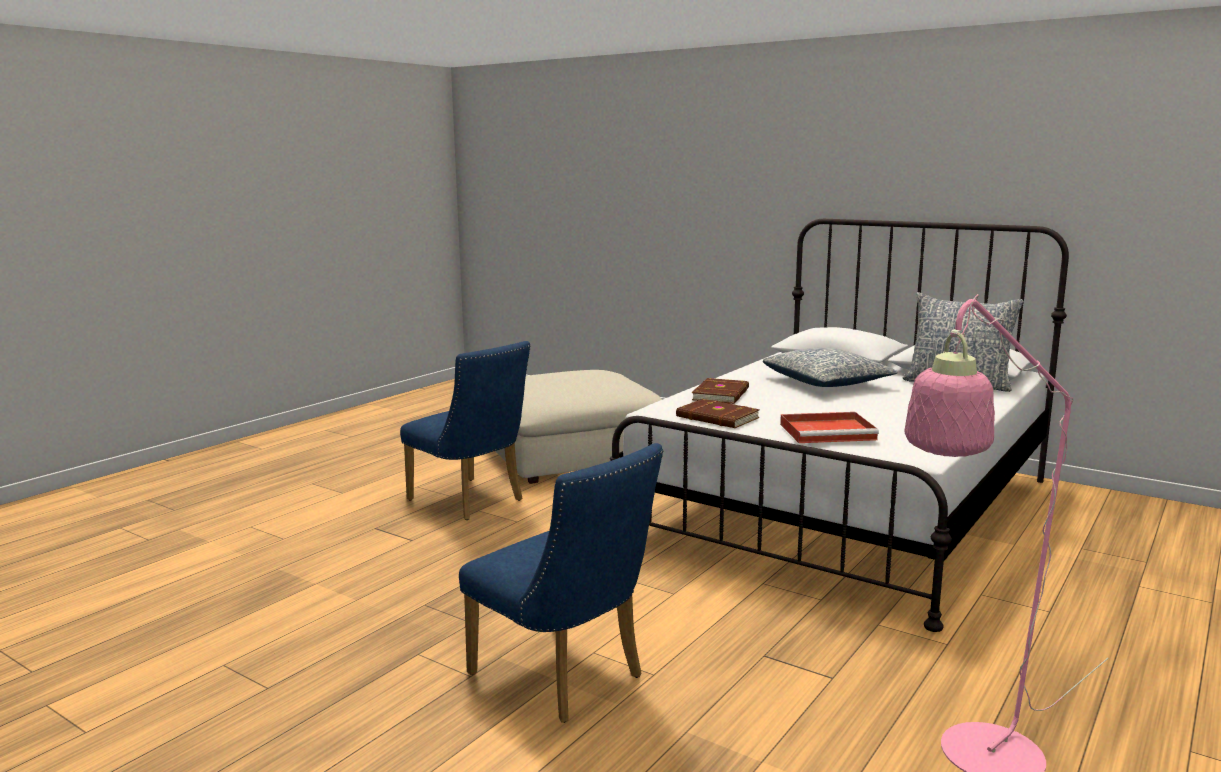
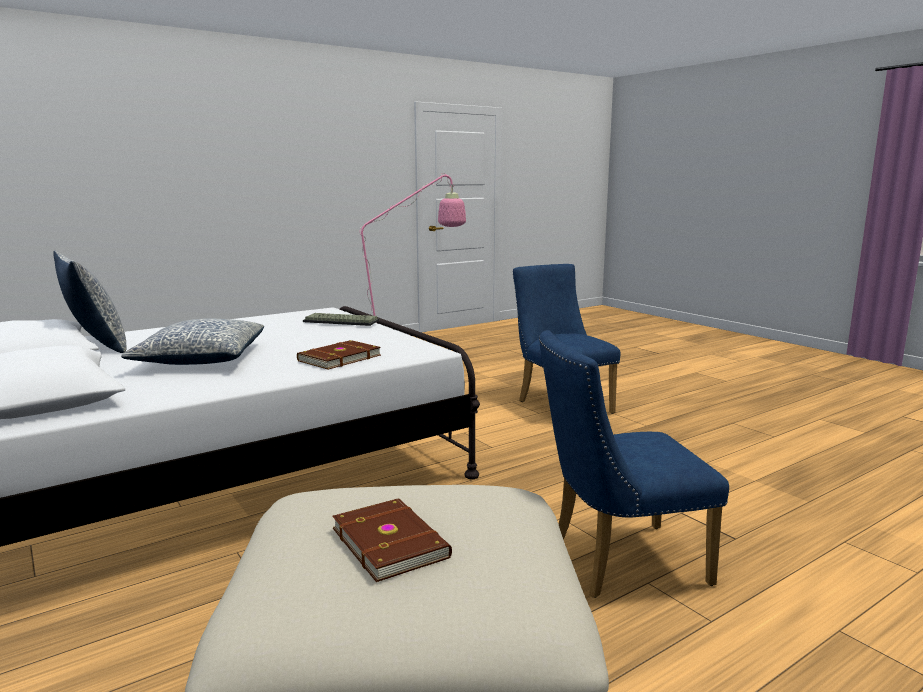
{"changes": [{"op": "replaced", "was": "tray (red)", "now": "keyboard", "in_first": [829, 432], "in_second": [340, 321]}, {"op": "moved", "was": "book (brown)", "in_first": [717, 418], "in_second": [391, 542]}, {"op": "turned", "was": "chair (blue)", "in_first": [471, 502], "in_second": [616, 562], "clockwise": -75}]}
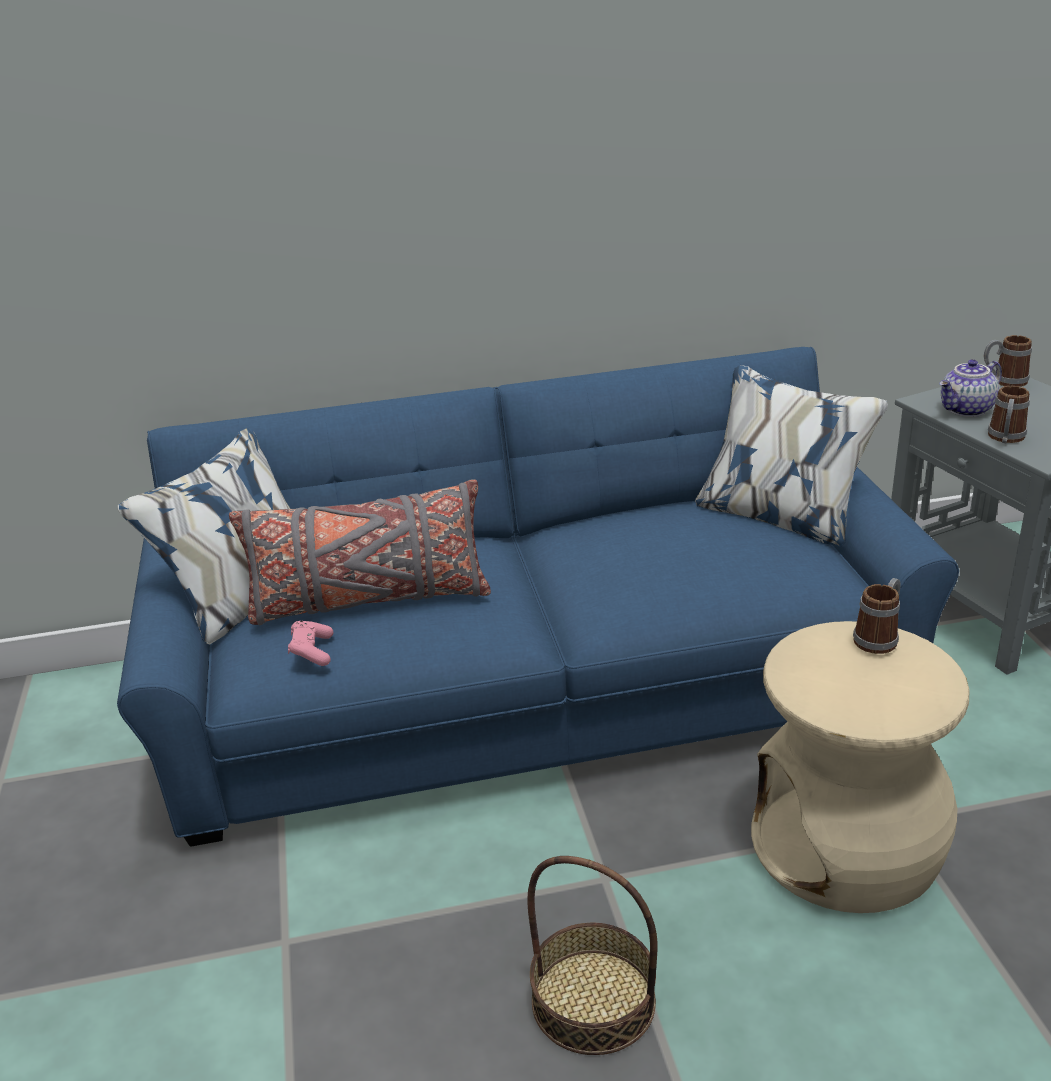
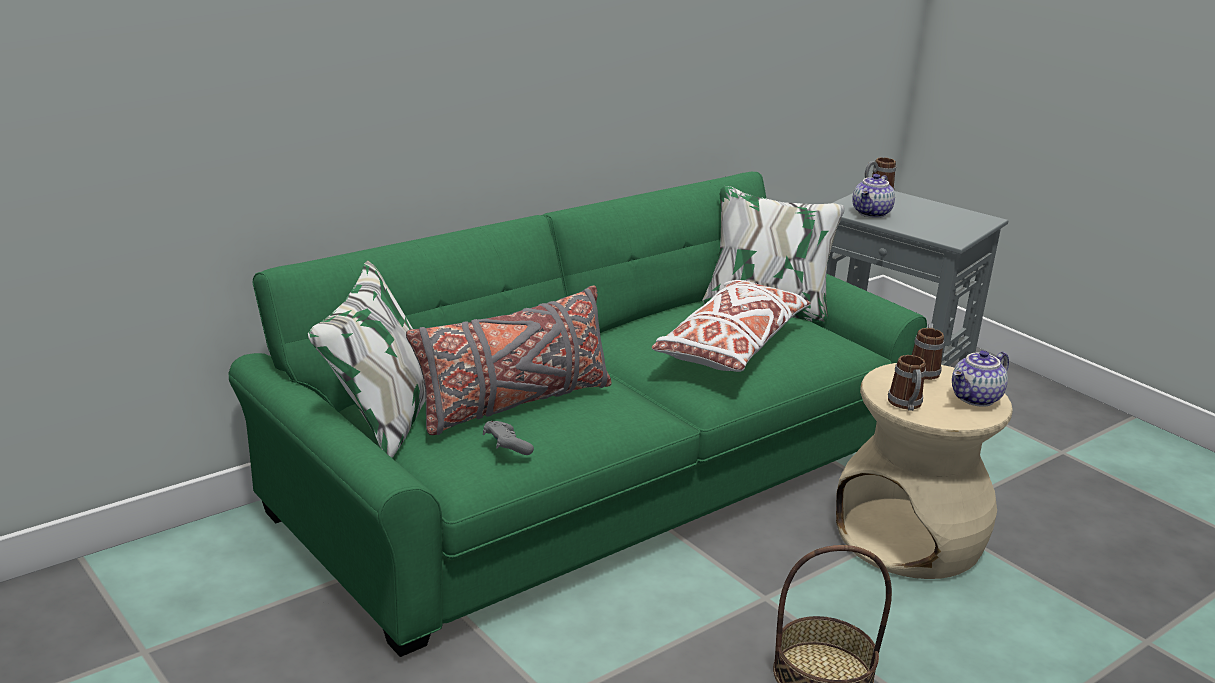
{"changes": [{"op": "recoloured", "was": "sofa (blue)", "now": "sofa (green)", "in_first": [535, 688], "in_second": [598, 479]}, {"op": "recoloured", "was": "game controller (pink)", "now": "game controller (grey)", "in_first": [312, 652], "in_second": [506, 447]}, {"op": "added", "now": "pillow (white)", "in_second": [731, 346]}, {"op": "moved", "was": "mug", "in_first": [1005, 439], "in_second": [906, 405]}, {"op": "added", "now": "teapot", "in_second": [976, 399]}]}
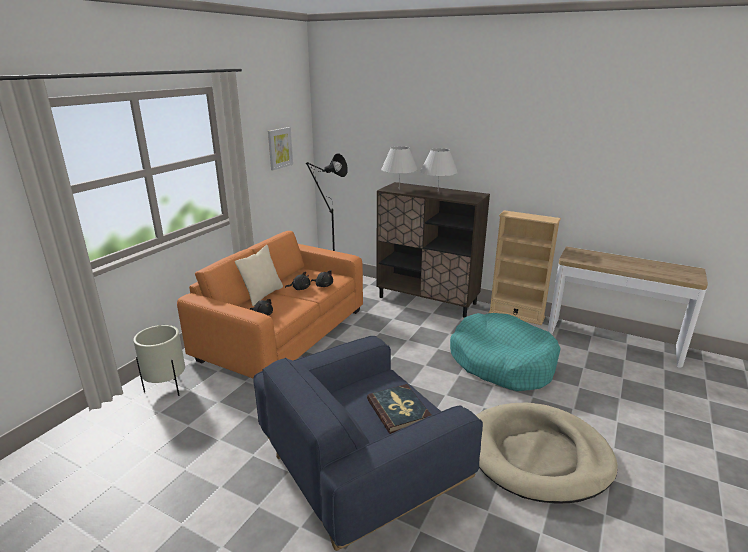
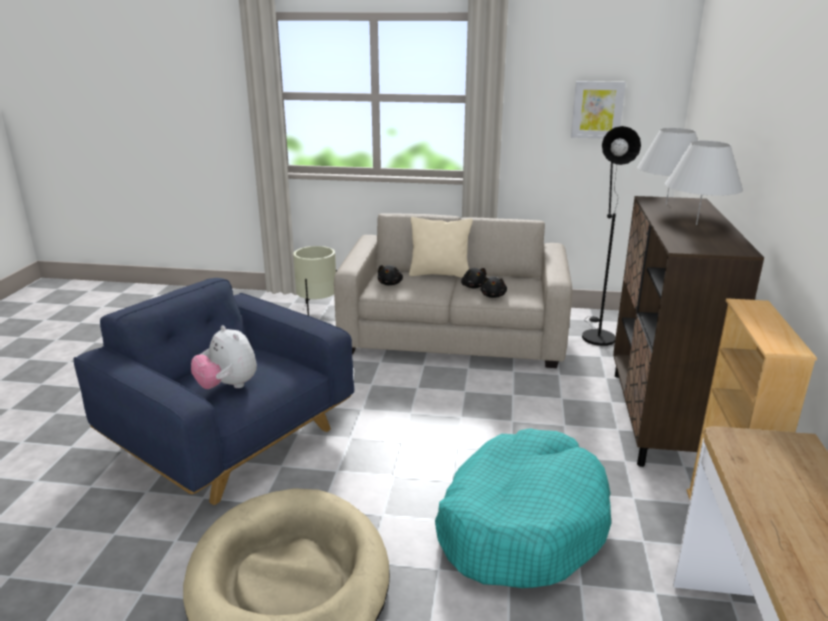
{"changes": [{"op": "replaced", "was": "book", "now": "plush toy", "in_first": [399, 410], "in_second": [227, 386]}, {"op": "recoloured", "was": "sofa (orange)", "now": "sofa (beige)", "in_first": [282, 332], "in_second": [453, 333]}]}
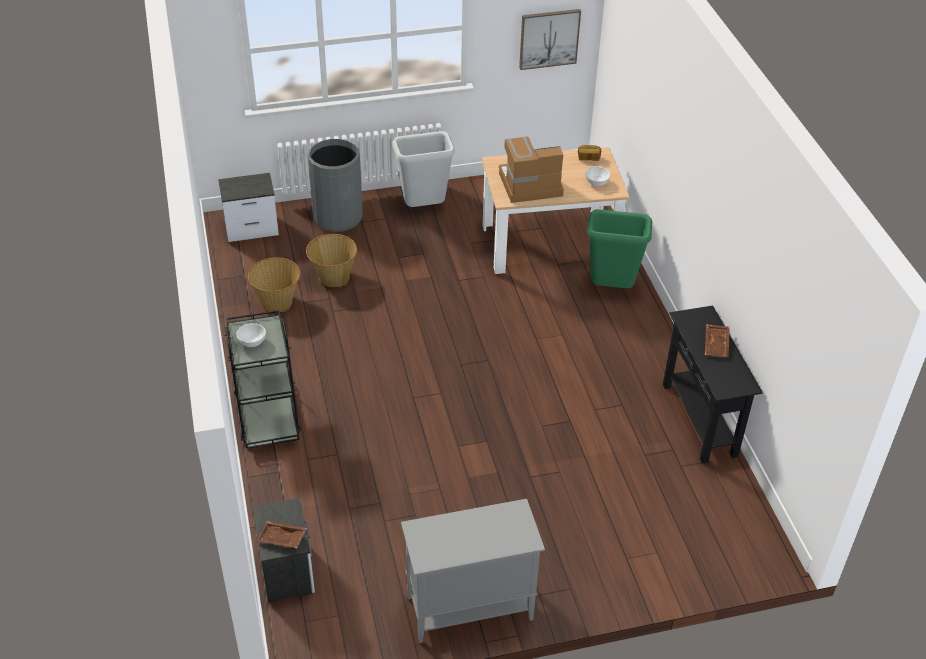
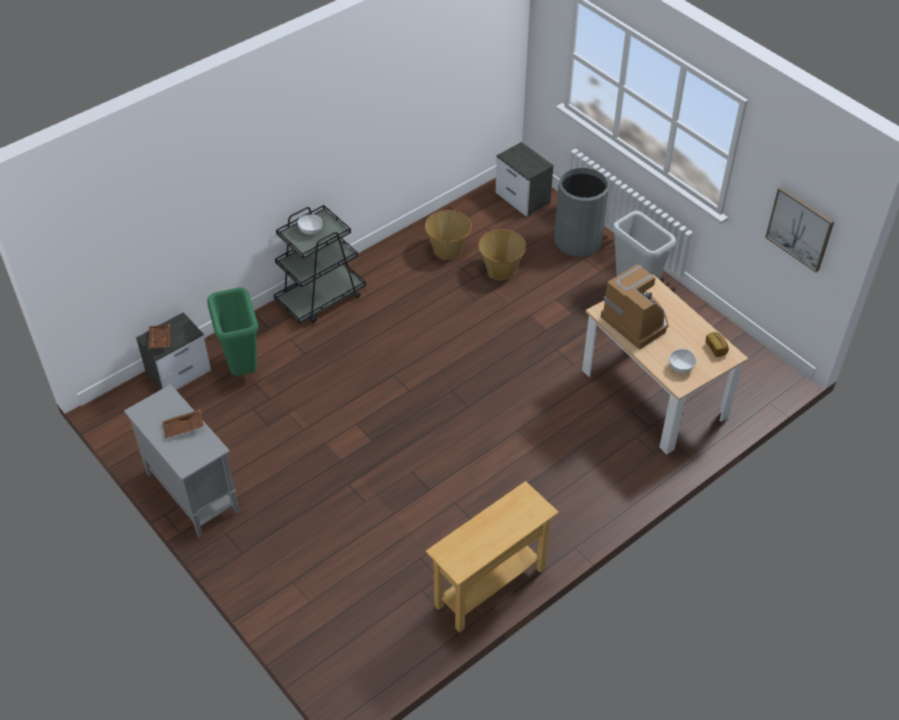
{"changes": [{"op": "moved", "was": "tray (brown)", "in_first": [717, 345], "in_second": [184, 428]}, {"op": "moved", "was": "trash can (green)", "in_first": [611, 289], "in_second": [242, 368]}, {"op": "recoloured", "was": "console table (black)", "now": "console table (beige)", "in_first": [699, 419], "in_second": [490, 587]}]}
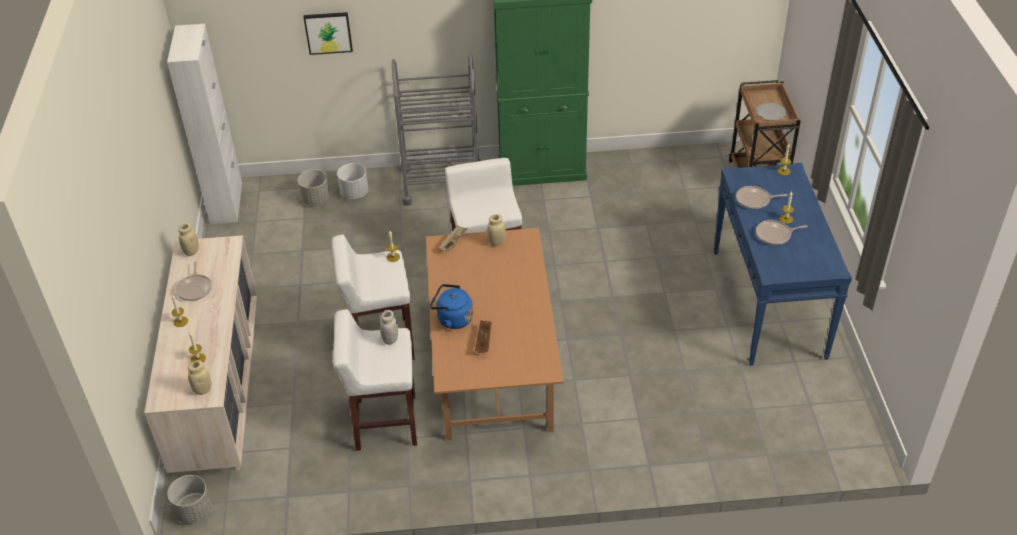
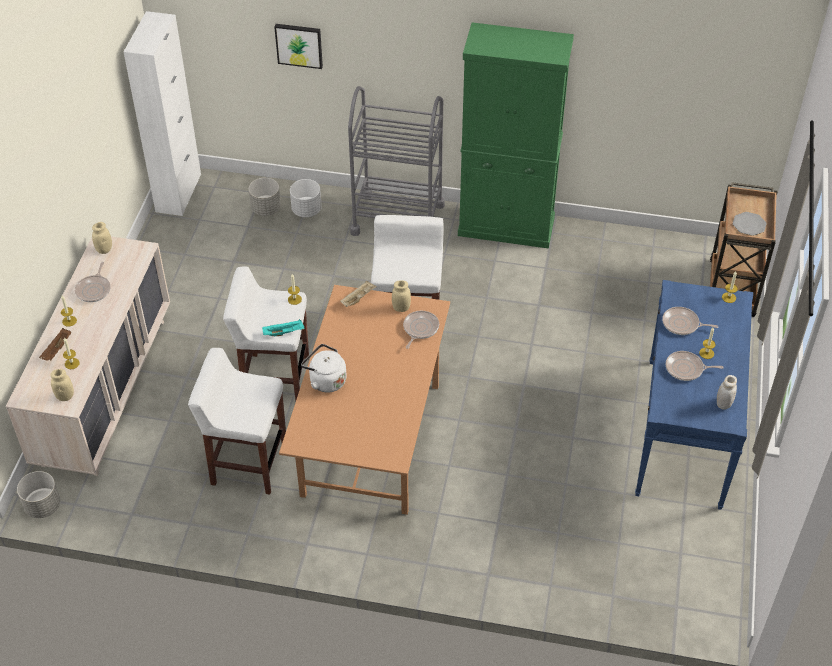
{"changes": [{"op": "moved", "was": "tray (brown)", "in_first": [484, 342], "in_second": [57, 350]}, {"op": "added", "now": "tray (turquoise)", "in_second": [284, 332]}, {"op": "recoloured", "was": "kettle (blue)", "now": "kettle (white)", "in_first": [452, 319], "in_second": [325, 380]}, {"op": "added", "now": "frying pan", "in_second": [420, 329]}, {"op": "moved", "was": "jar (white)", "in_first": [390, 339], "in_second": [723, 404]}]}
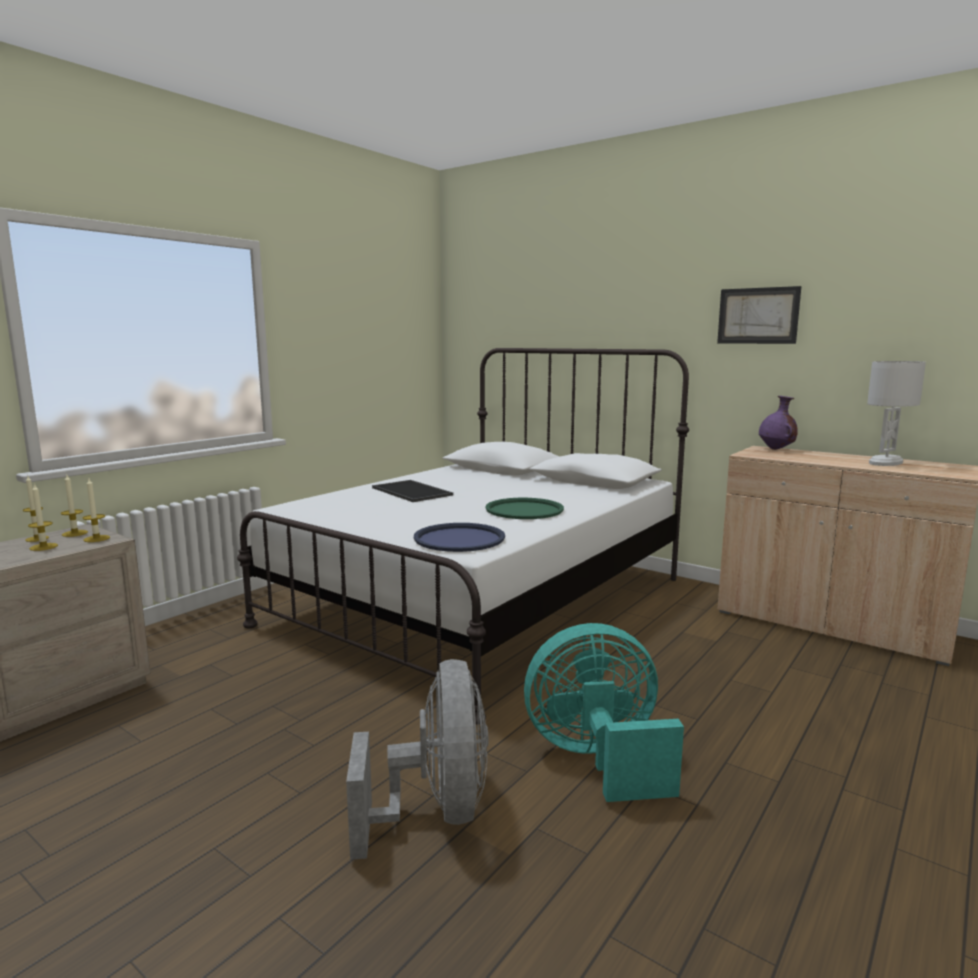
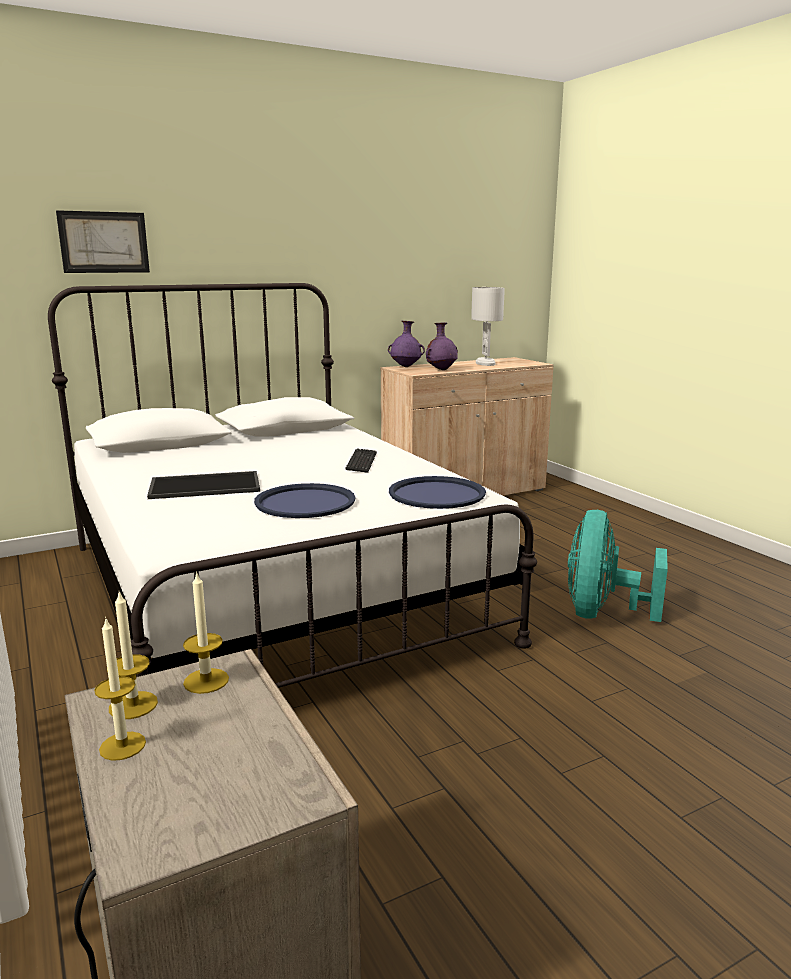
{"changes": [{"op": "moved", "was": "picture", "in_first": [758, 316], "in_second": [104, 242]}, {"op": "added", "now": "tray (blue)", "in_second": [305, 502]}, {"op": "replaced", "was": "tray (green)", "now": "keyboard", "in_first": [524, 510], "in_second": [361, 462]}, {"op": "added", "now": "vase (purple)", "in_second": [441, 370]}, {"op": "removed", "was": "candle", "in_first": [43, 547]}, {"op": "removed", "was": "fan (grey)", "in_first": [436, 811]}]}
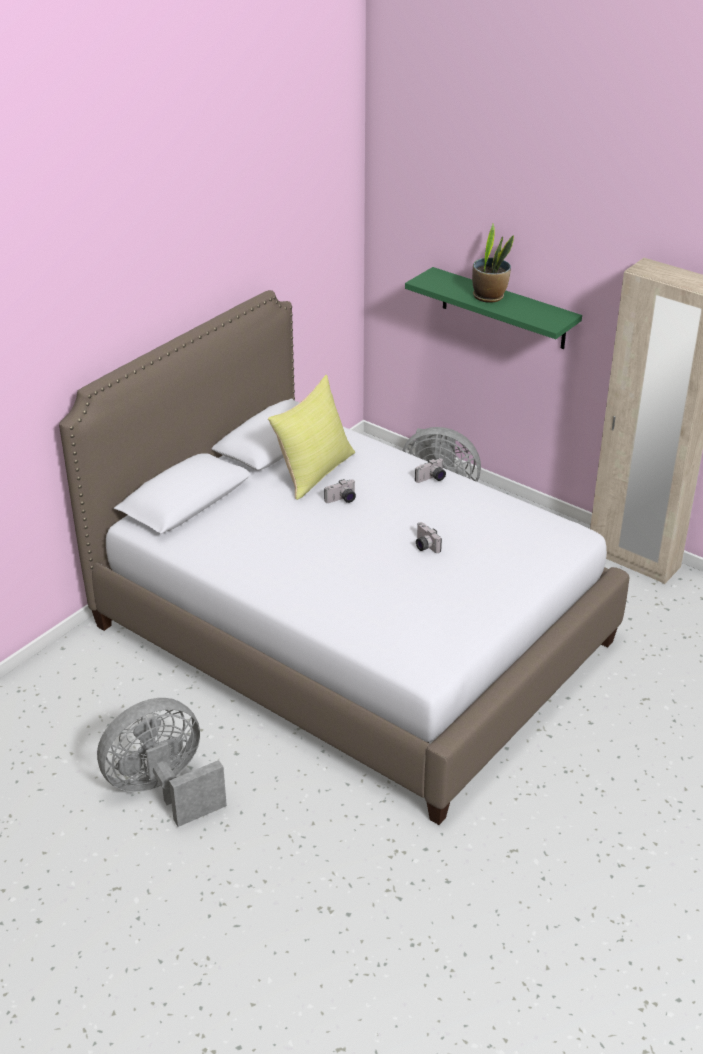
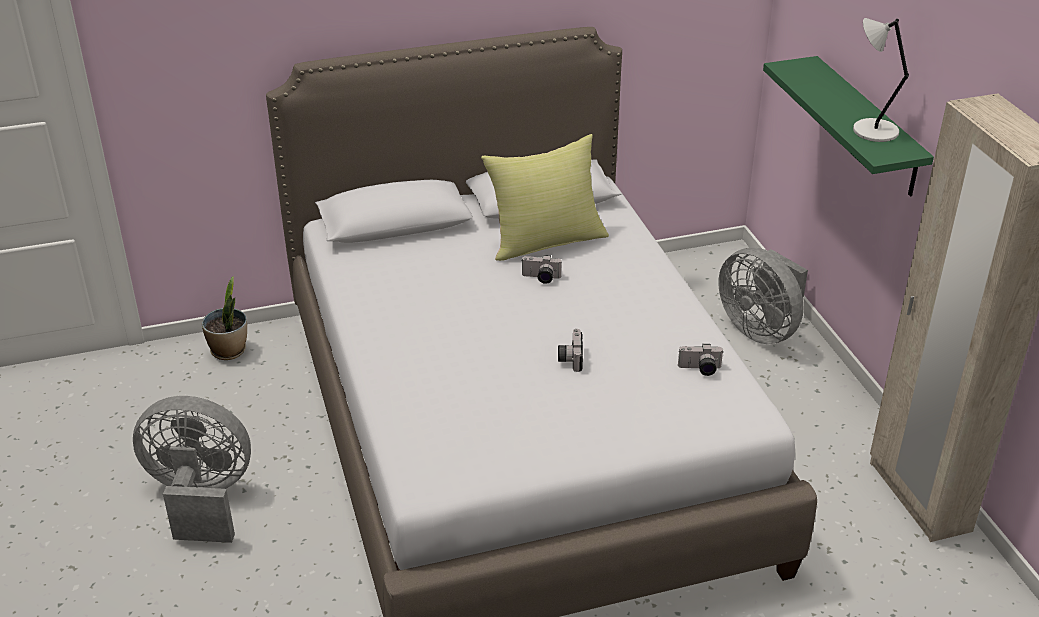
{"changes": [{"op": "moved", "was": "potted plant", "in_first": [489, 296], "in_second": [229, 351]}, {"op": "moved", "was": "photo camera", "in_first": [431, 479], "in_second": [700, 369]}, {"op": "added", "now": "table lamp (grey)", "in_second": [872, 131]}]}
